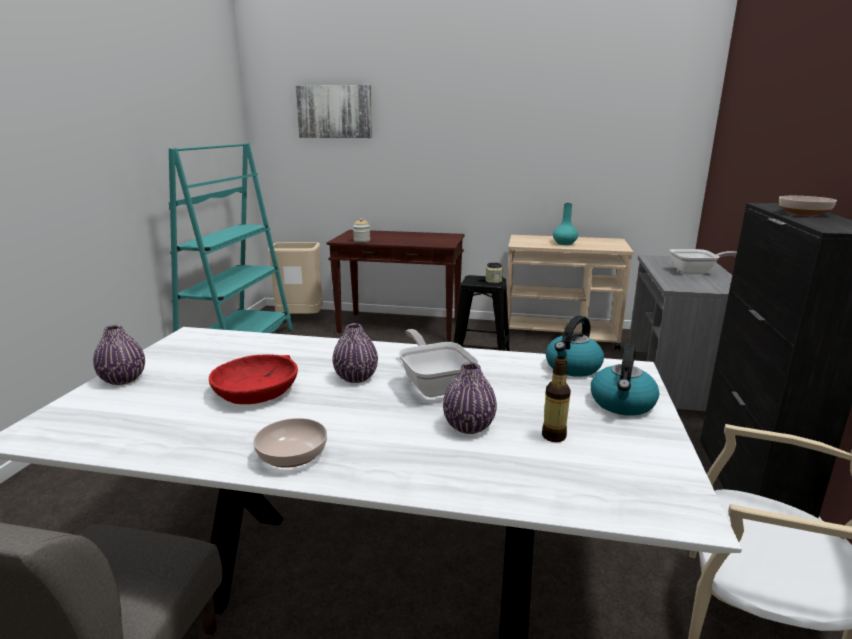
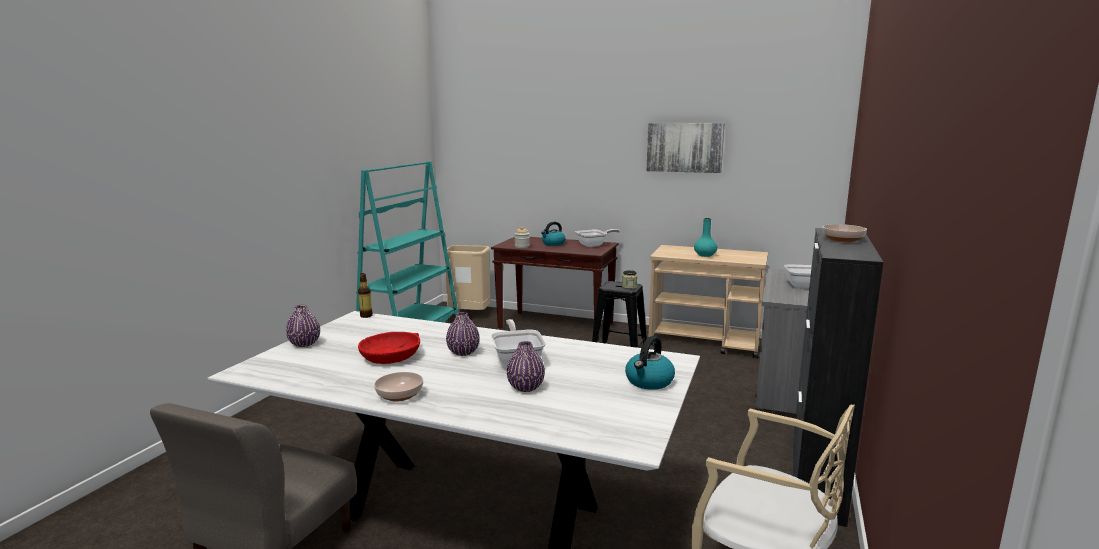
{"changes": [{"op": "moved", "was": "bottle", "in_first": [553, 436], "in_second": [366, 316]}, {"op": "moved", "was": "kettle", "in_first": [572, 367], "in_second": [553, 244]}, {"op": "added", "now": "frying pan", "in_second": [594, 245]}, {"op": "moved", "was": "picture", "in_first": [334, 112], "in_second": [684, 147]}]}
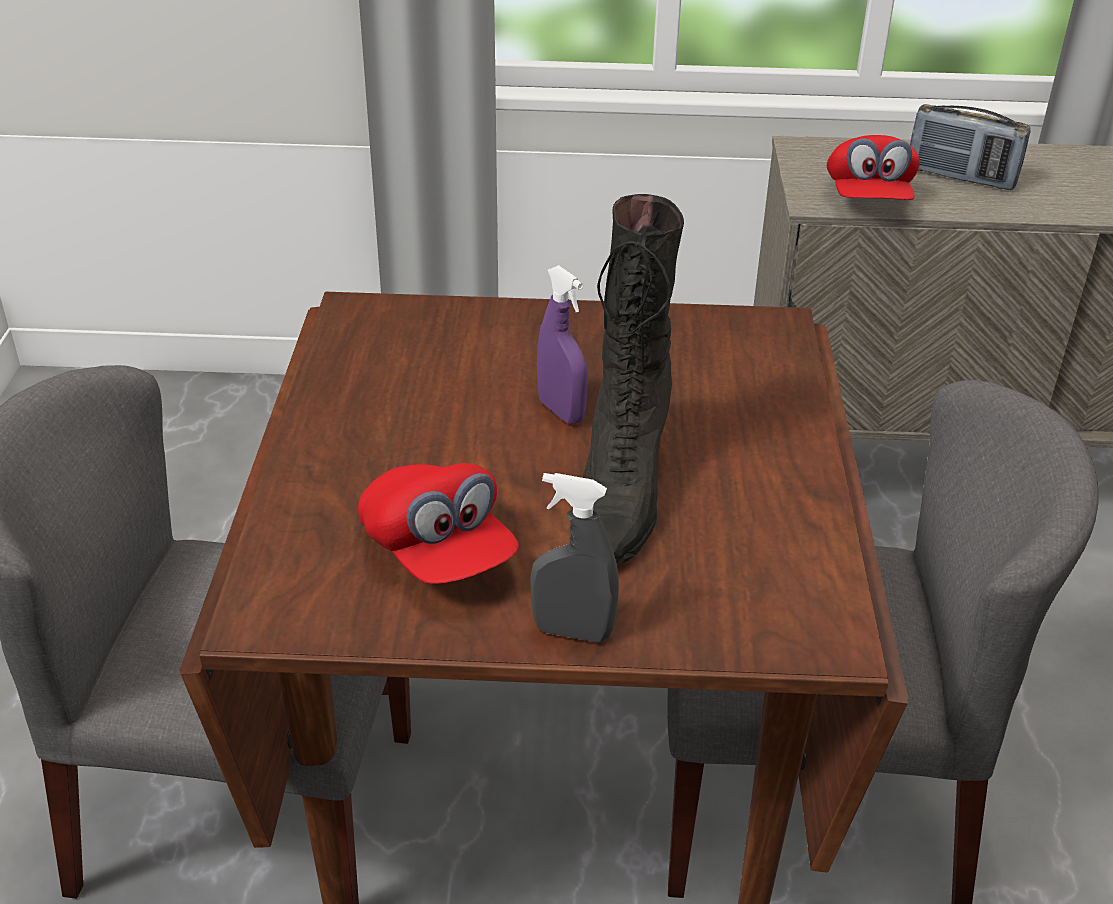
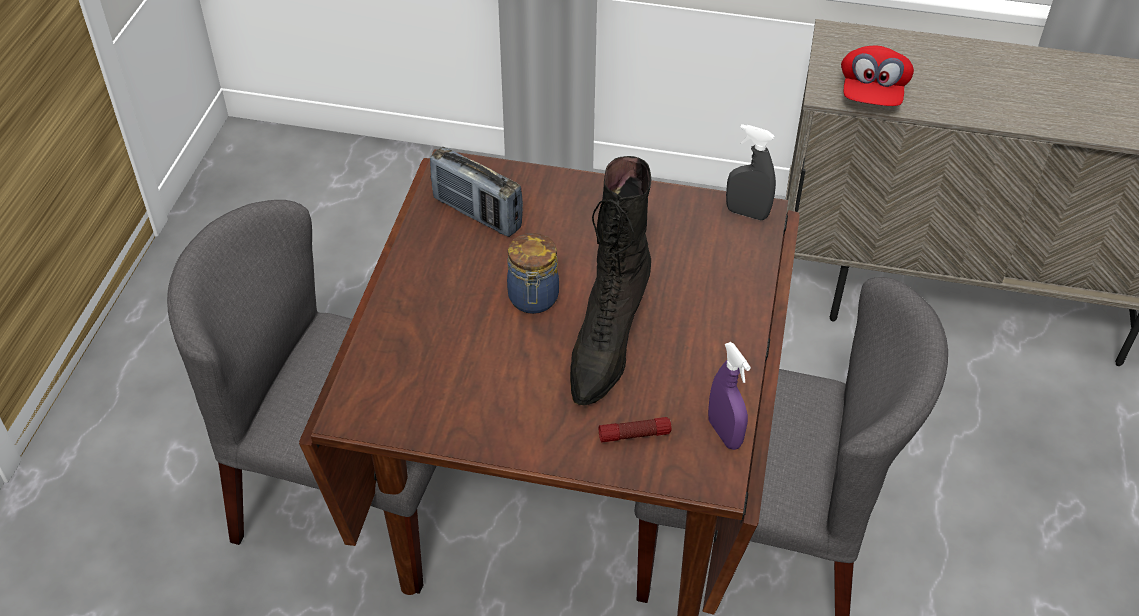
{"changes": [{"op": "moved", "was": "radio", "in_first": [960, 177], "in_second": [477, 213]}, {"op": "added", "now": "jar", "in_second": [533, 299]}, {"op": "added", "now": "flashlight", "in_second": [634, 435]}, {"op": "moved", "was": "spray bottle (purple)", "in_first": [561, 411], "in_second": [724, 433]}, {"op": "moved", "was": "spray bottle (grey)", "in_first": [572, 631], "in_second": [747, 213]}, {"op": "removed", "was": "cap (red)", "in_first": [438, 551]}]}
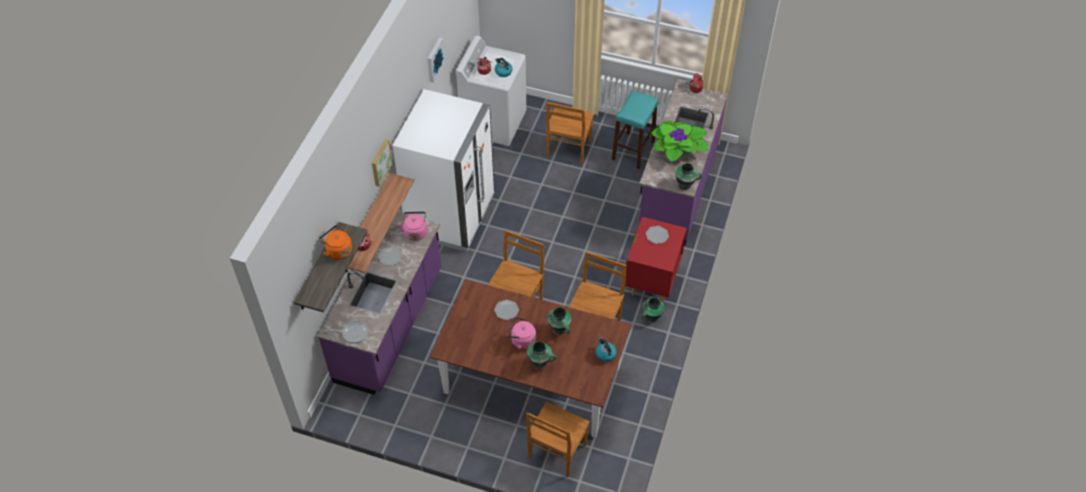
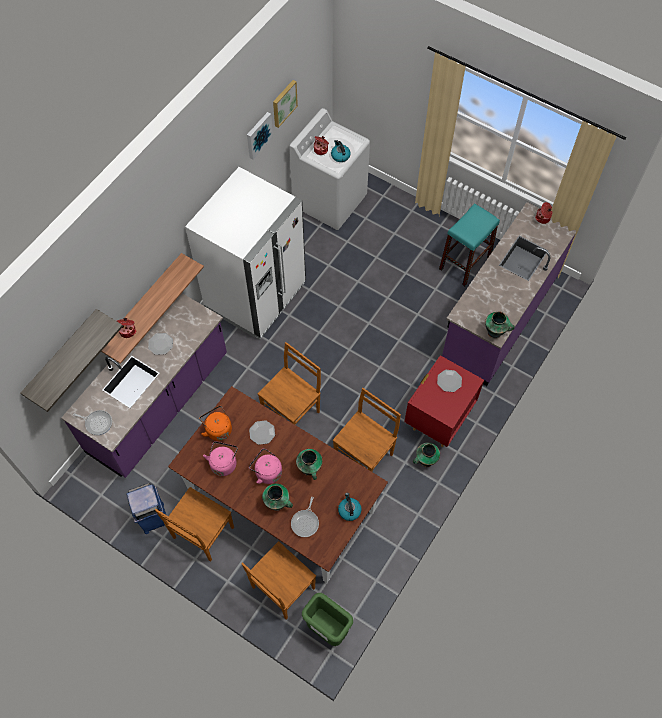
{"changes": [{"op": "added", "now": "trash can (blue)", "in_second": [153, 518]}, {"op": "moved", "was": "chair (brown)", "in_first": [568, 150], "in_second": [202, 534]}, {"op": "moved", "was": "kettle (orange)", "in_first": [338, 251], "in_second": [217, 429]}, {"op": "moved", "was": "kettle (pink)", "in_first": [415, 232], "in_second": [223, 463]}, {"op": "moved", "was": "picture", "in_first": [380, 162], "in_second": [283, 103]}, {"op": "added", "now": "frying pan", "in_second": [305, 522]}, {"op": "added", "now": "trash can (green)", "in_second": [327, 629]}, {"op": "removed", "was": "potted plant", "in_first": [677, 150]}]}
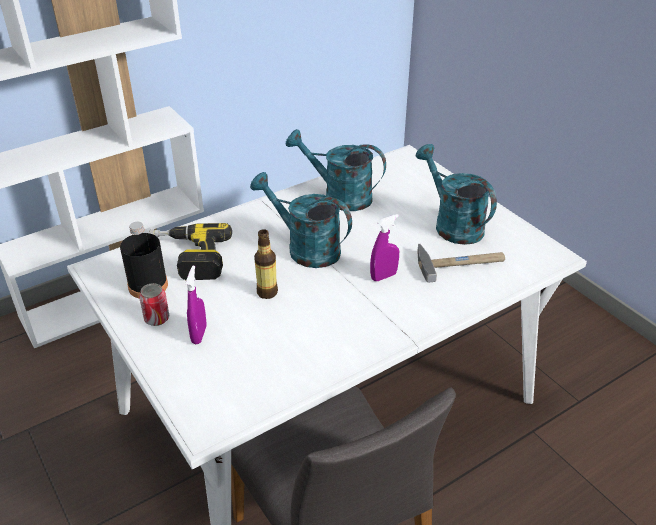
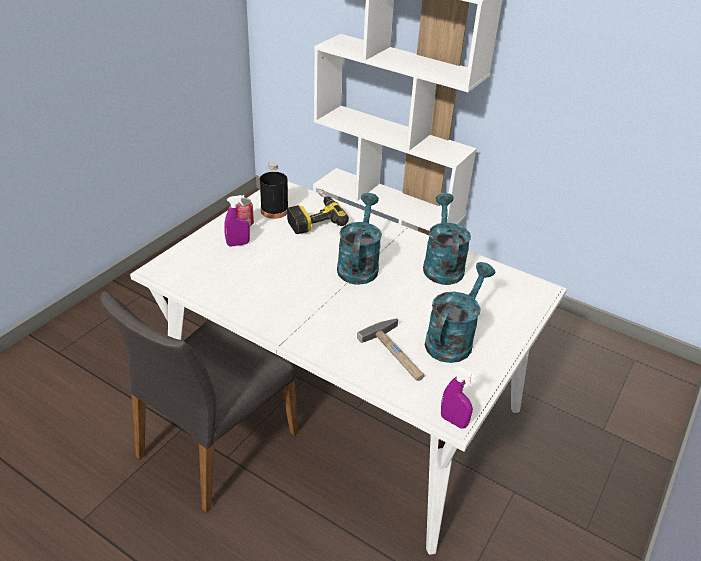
{"changes": [{"op": "moved", "was": "spray bottle (purple)", "in_first": [383, 276], "in_second": [453, 421]}, {"op": "removed", "was": "bottle", "in_first": [267, 292]}]}
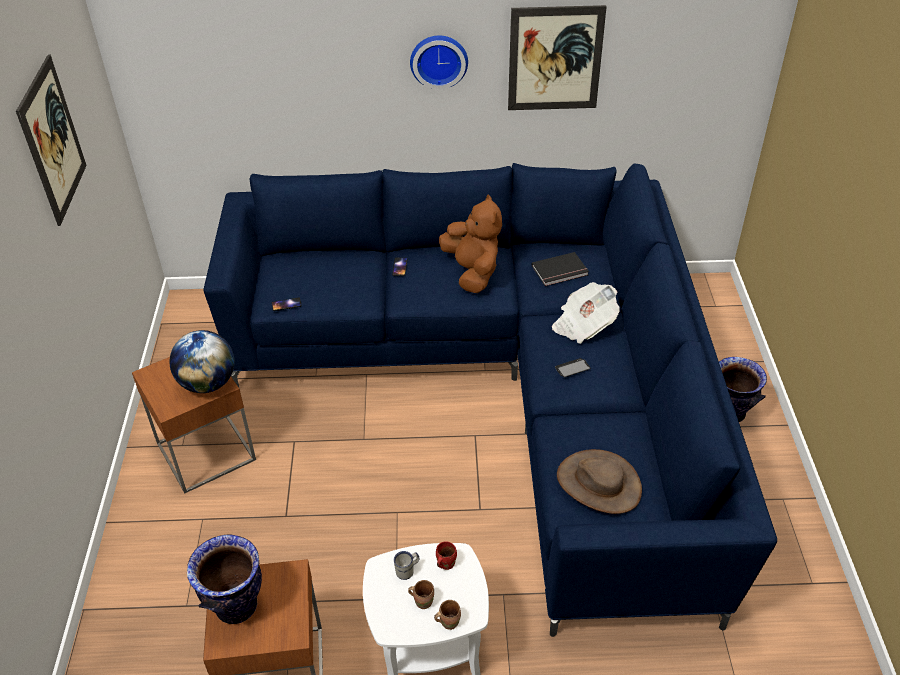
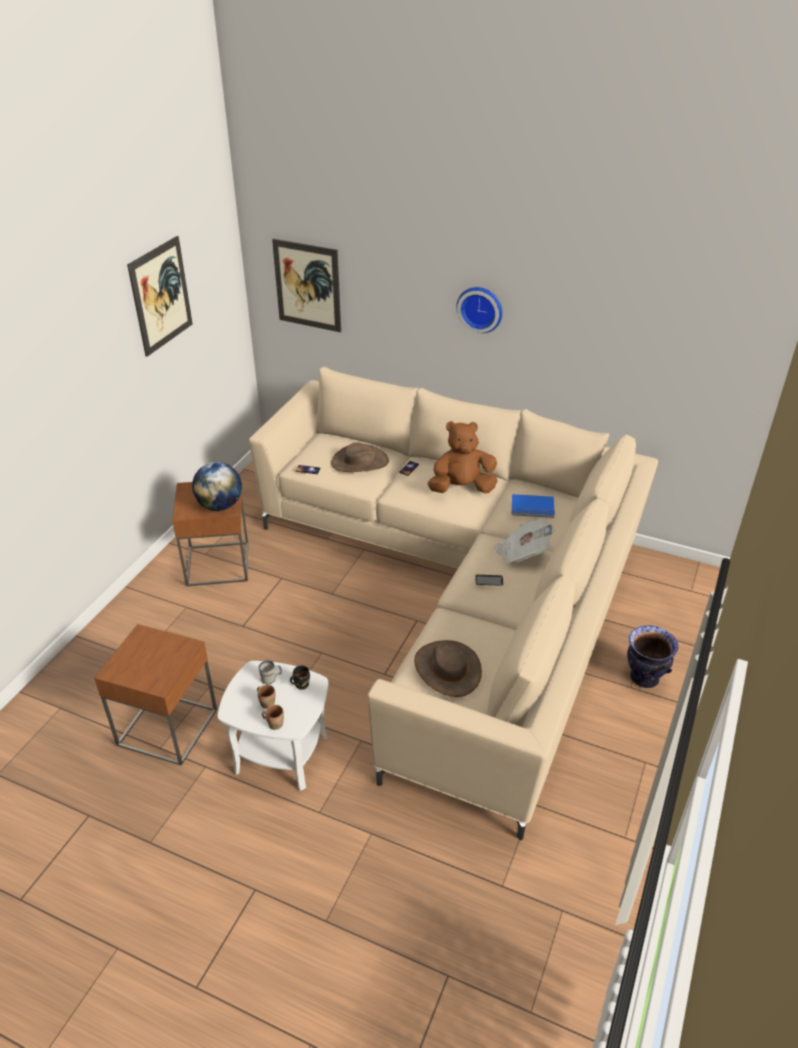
{"changes": [{"op": "recoloured", "was": "sofa (blue)", "now": "sofa (beige)", "in_first": [506, 389], "in_second": [464, 596]}, {"op": "moved", "was": "picture", "in_first": [555, 59], "in_second": [307, 285]}, {"op": "recoloured", "was": "mug (red)", "now": "mug (black)", "in_first": [445, 563], "in_second": [300, 684]}, {"op": "added", "now": "hat (brown)", "in_second": [360, 462]}, {"op": "turned", "was": "plush toy (brown)", "in_first": [472, 272], "in_second": [462, 488], "clockwise": -105}, {"op": "recoloured", "was": "book (black)", "now": "book (blue)", "in_first": [560, 271], "in_second": [532, 508]}, {"op": "removed", "was": "vase", "in_first": [235, 606]}]}
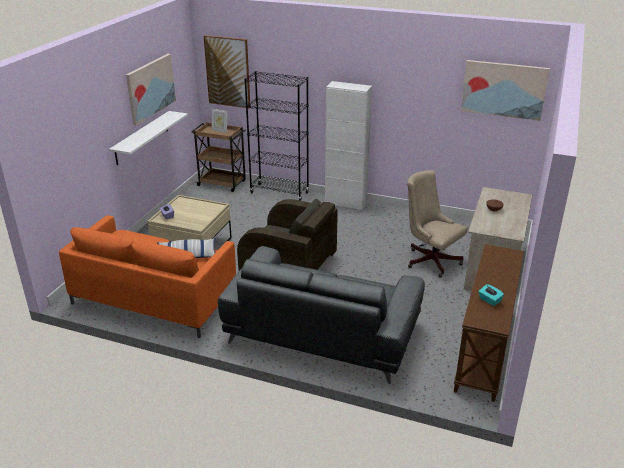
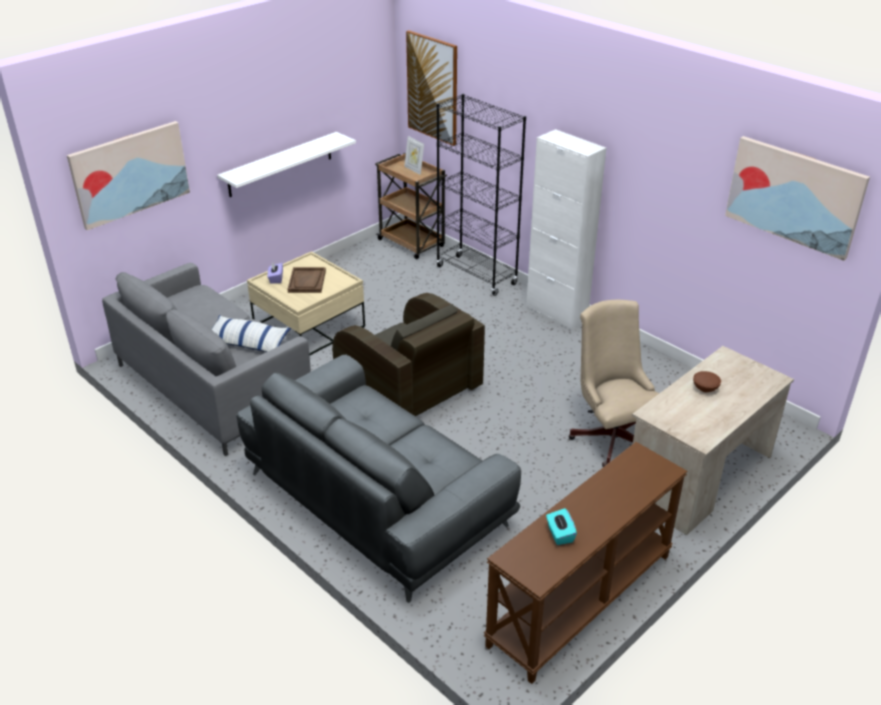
{"changes": [{"op": "moved", "was": "picture", "in_first": [150, 88], "in_second": [130, 173]}, {"op": "recoloured", "was": "sofa (orange)", "now": "sofa (grey)", "in_first": [155, 299], "in_second": [213, 388]}, {"op": "added", "now": "tray (brown)", "in_second": [307, 281]}]}
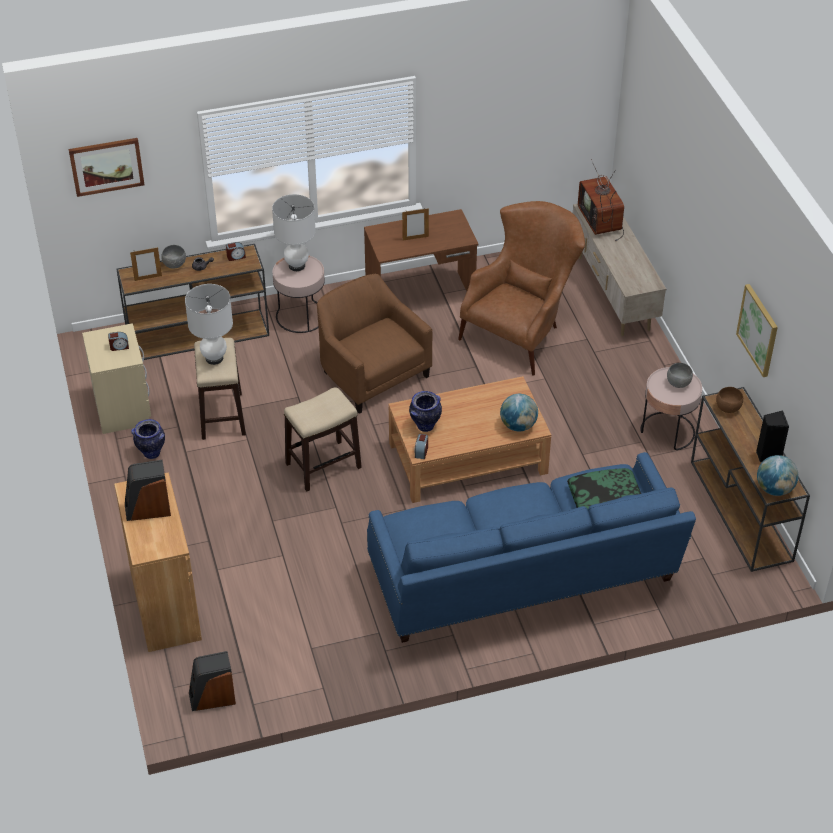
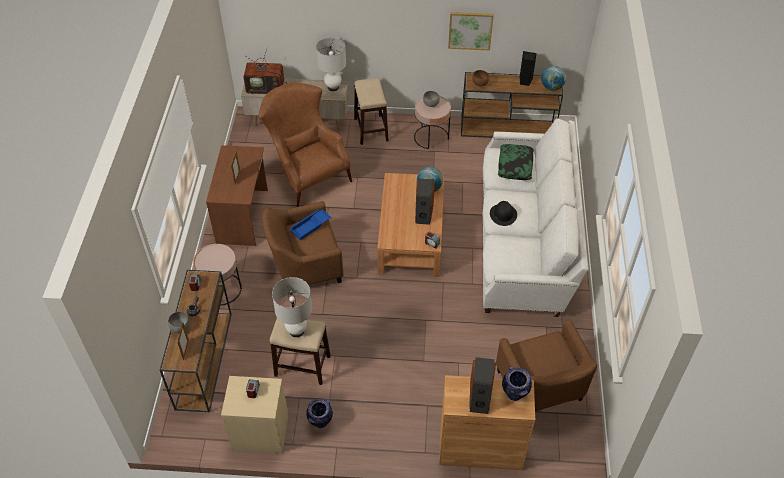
{"changes": [{"op": "added", "now": "tray (blue)", "in_second": [310, 226]}, {"op": "moved", "was": "table lamp (white)", "in_first": [296, 266], "in_second": [333, 87]}, {"op": "moved", "was": "stool", "in_first": [322, 466], "in_second": [371, 130]}, {"op": "moved", "was": "speaker", "in_first": [212, 697], "in_second": [423, 213]}, {"op": "recoloured", "was": "sofa (blue)", "now": "sofa (white)", "in_first": [523, 578], "in_second": [524, 240]}, {"op": "added", "now": "hat (black)", "in_second": [503, 214]}, {"op": "added", "now": "armchair (brown)", "in_second": [542, 386]}, {"op": "moved", "was": "vase", "in_first": [425, 426], "in_second": [514, 395]}, {"op": "removed", "was": "picture", "in_first": [106, 166]}]}
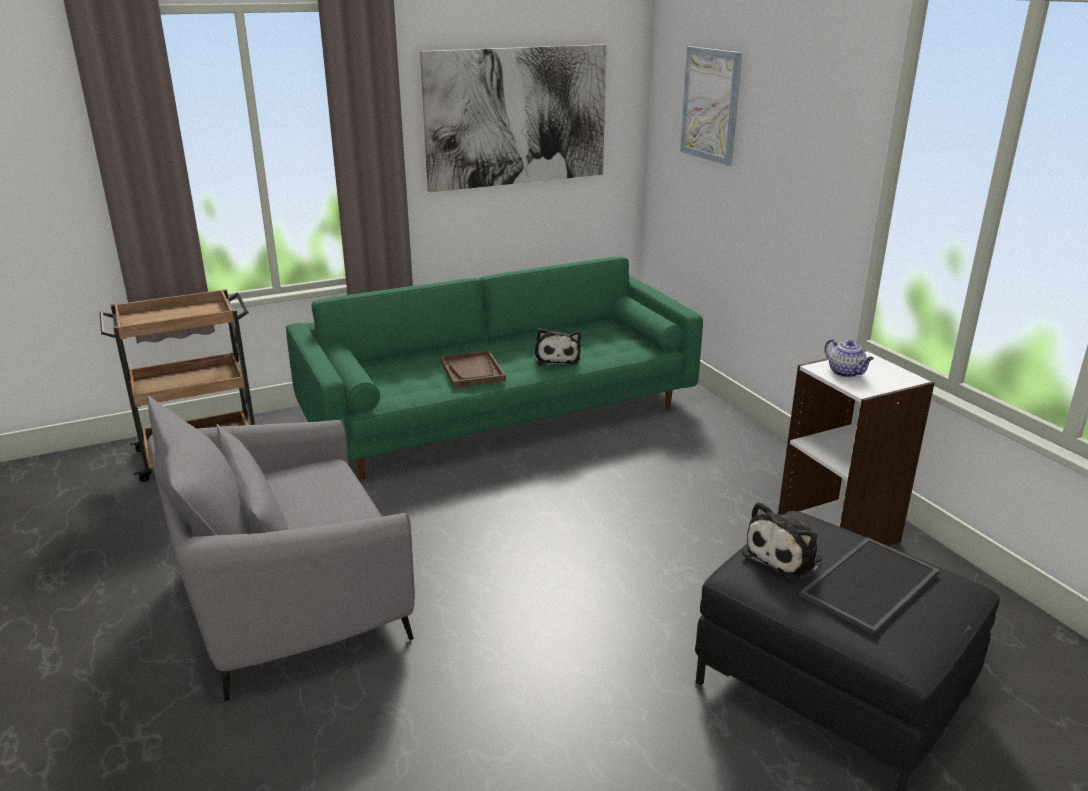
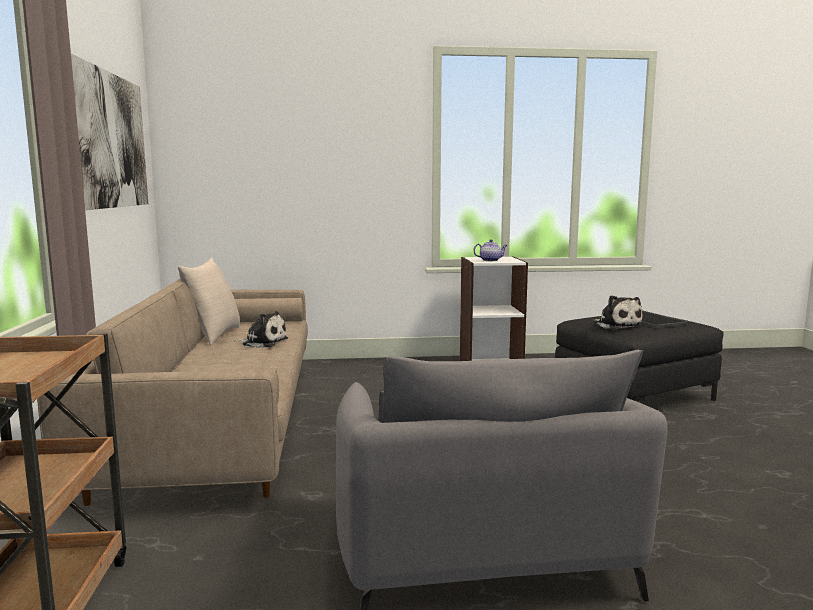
{"changes": [{"op": "recoloured", "was": "sofa (green)", "now": "sofa (beige)", "in_first": [500, 413], "in_second": [219, 422]}, {"op": "added", "now": "pillow (beige)", "in_second": [213, 335]}, {"op": "removed", "was": "tray (brown)", "in_first": [472, 371]}, {"op": "removed", "was": "picture", "in_first": [710, 105]}]}
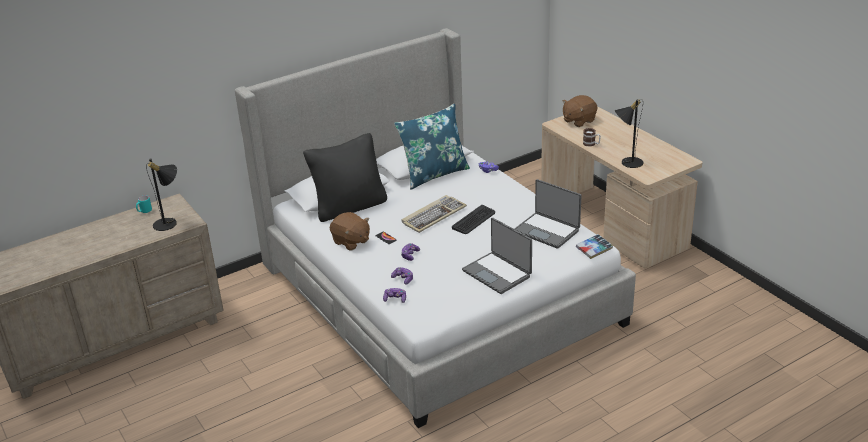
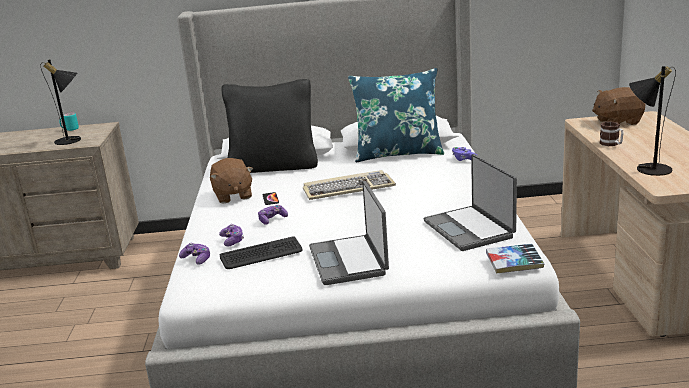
{"changes": [{"op": "moved", "was": "keyboard", "in_first": [474, 220], "in_second": [261, 254]}]}
